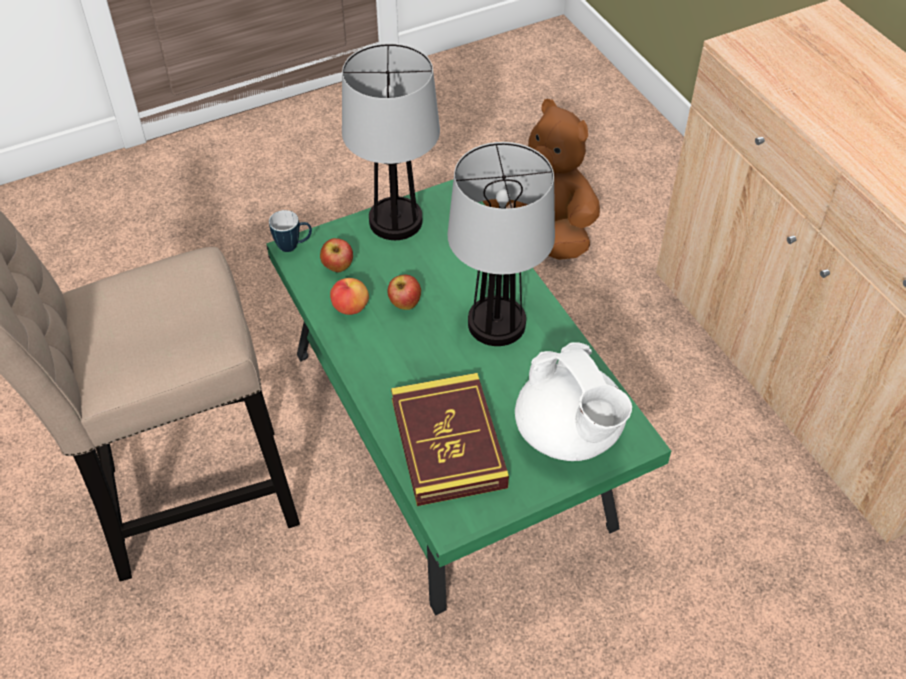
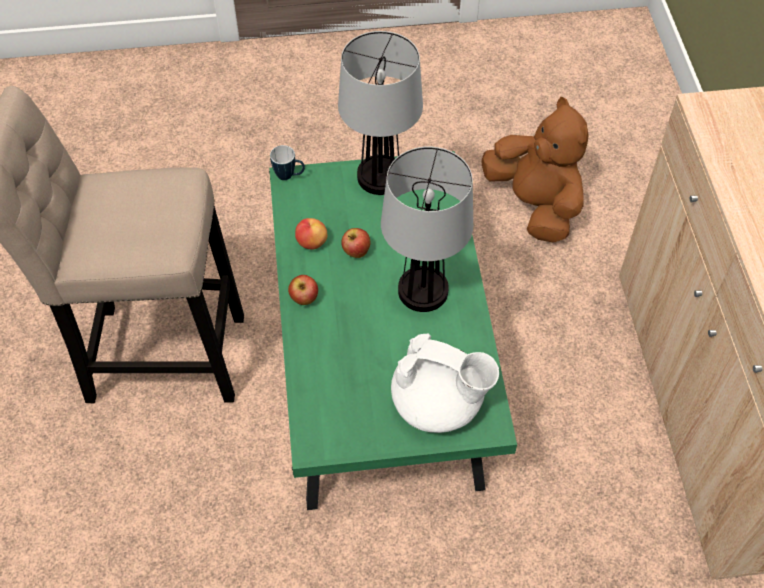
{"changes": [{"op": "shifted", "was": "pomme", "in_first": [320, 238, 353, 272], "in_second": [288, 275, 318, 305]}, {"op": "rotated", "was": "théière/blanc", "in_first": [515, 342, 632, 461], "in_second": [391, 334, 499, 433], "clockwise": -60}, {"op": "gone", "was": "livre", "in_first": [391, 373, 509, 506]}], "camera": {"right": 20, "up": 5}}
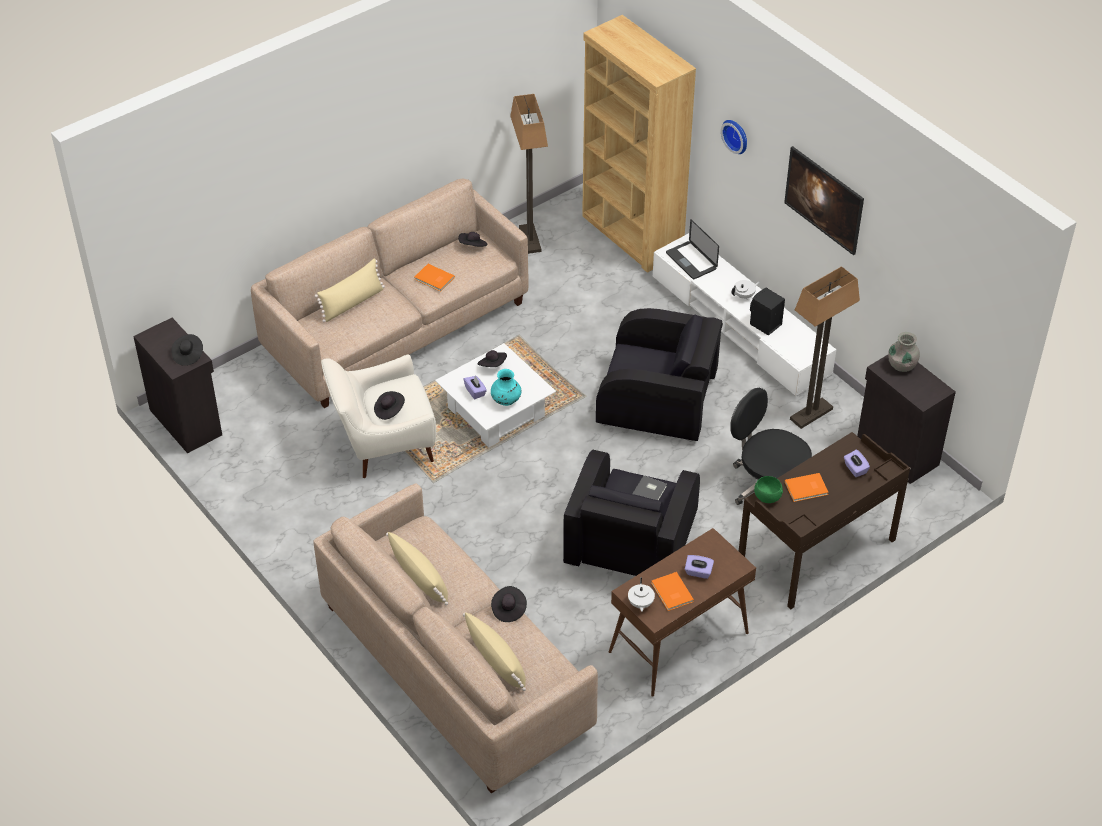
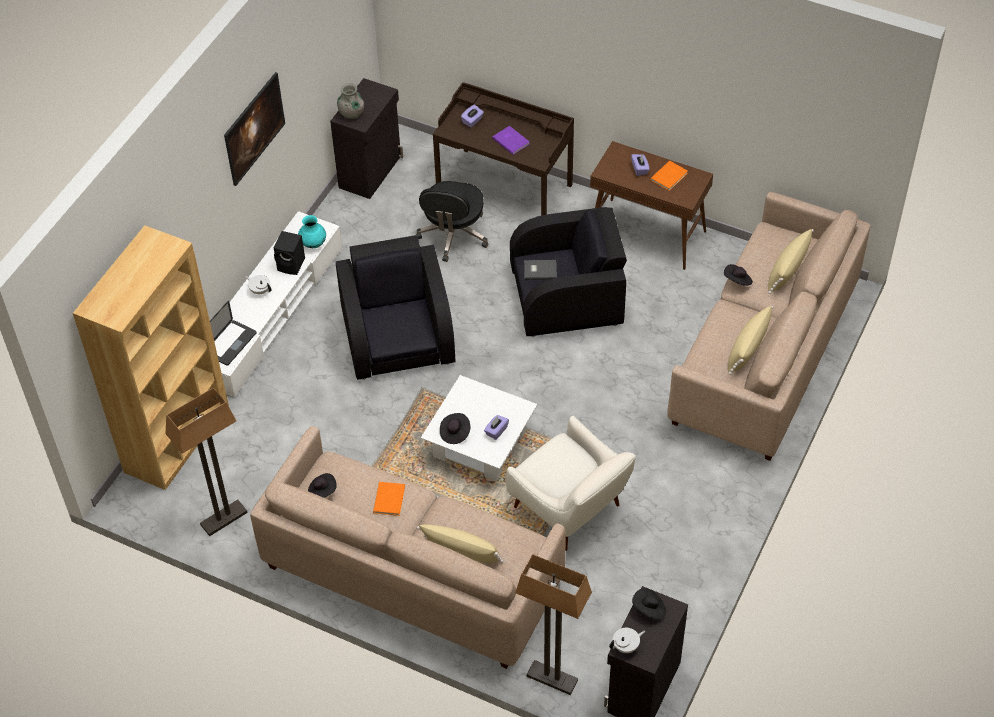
{"changes": [{"op": "gone", "was": "horloge murale", "in_first": [721, 120, 747, 154]}, {"op": "shifted", "was": "lampadaire", "in_first": [790, 266, 860, 429], "in_second": [515, 554, 592, 695]}, {"op": "shifted", "was": "vase/turquoise", "in_first": [491, 369, 521, 406], "in_second": [298, 215, 326, 248]}, {"op": "gone", "was": "chapeau/noir", "in_first": [374, 391, 405, 420]}, {"op": "repainted", "was": "livre/orange", "now": "livre/violet", "in_first": [785, 473, 829, 502], "in_second": [492, 126, 530, 155]}, {"op": "gone", "was": "bol/vert", "in_first": [754, 476, 783, 503]}, {"op": "shifted", "was": "théière/blanc", "in_first": [628, 577, 655, 612], "in_second": [609, 628, 645, 653]}], "camera": {"right": -115, "up": 5}}
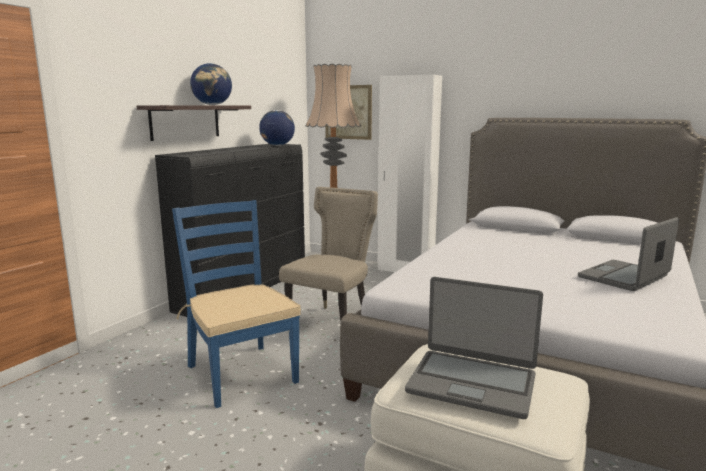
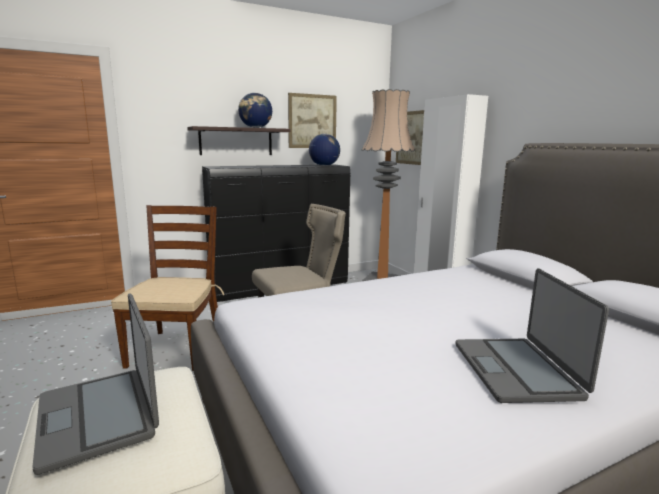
{"changes": [{"op": "repainted", "was": "chaise/bleu", "now": "chaise/marron", "in_first": [172, 200, 301, 408], "in_second": [111, 205, 224, 371]}, {"op": "rotated", "was": "ordinateur portable", "in_first": [578, 217, 679, 291], "in_second": [455, 268, 609, 403], "clockwise": -90}, {"op": "new", "now": "tableau", "in_second": [288, 93, 337, 148]}], "camera": {"right": 35, "up": 0}}
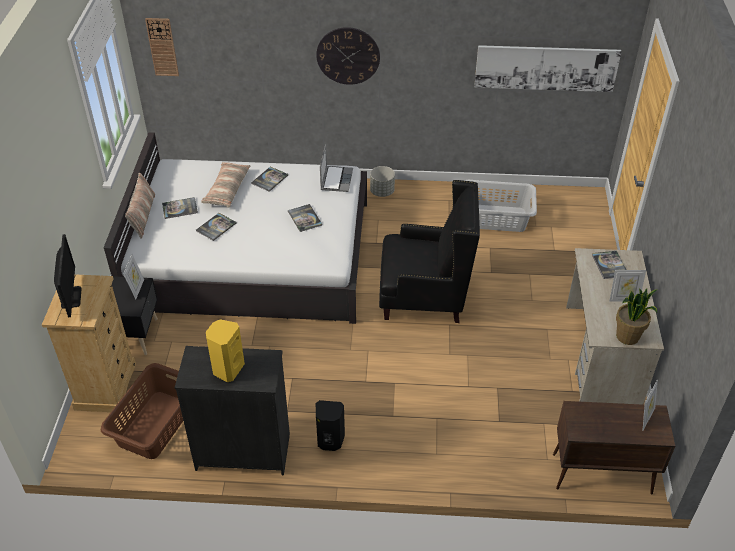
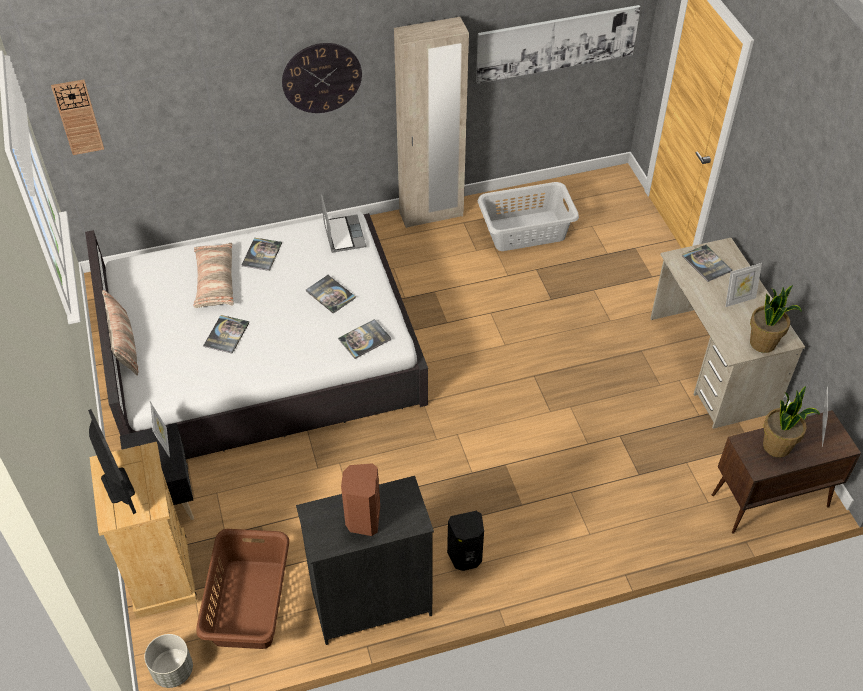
{"changes": [{"op": "shifted", "was": "cache-pot/gris", "in_first": [370, 166, 395, 197], "in_second": [144, 634, 193, 688]}, {"op": "gone", "was": "fauteuil/noir", "in_first": [379, 180, 480, 323]}, {"op": "shifted", "was": "livre", "in_first": [162, 197, 198, 219], "in_second": [338, 319, 391, 359]}, {"op": "repainted", "was": "enceinte/jaune", "now": "enceinte/marron", "in_first": [206, 319, 245, 382], "in_second": [341, 463, 380, 536]}, {"op": "new", "now": "armoire/beige", "in_second": [394, 17, 469, 228]}, {"op": "new", "now": "plante en pot", "in_second": [763, 386, 820, 457]}], "camera": {"right": -20, "up": 5}}
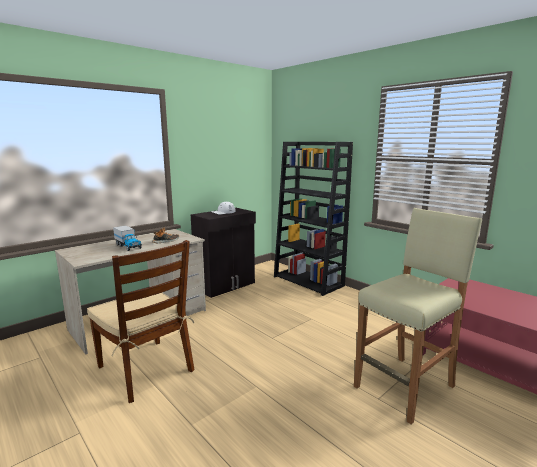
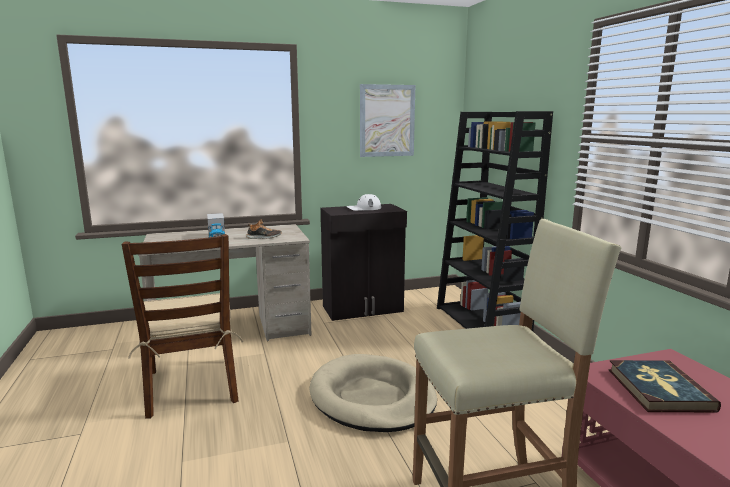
{"changes": [{"op": "new", "now": "tableau", "in_second": [360, 84, 415, 157]}, {"op": "new", "now": "panier pour chien/beige", "in_second": [309, 354, 437, 432]}, {"op": "new", "now": "livre", "in_second": [609, 360, 721, 412]}], "camera": {"right": 25, "up": 0}}
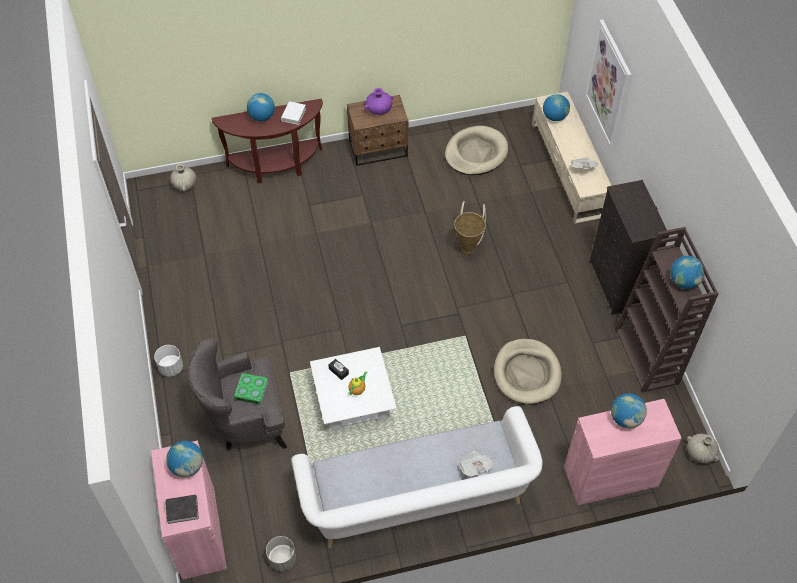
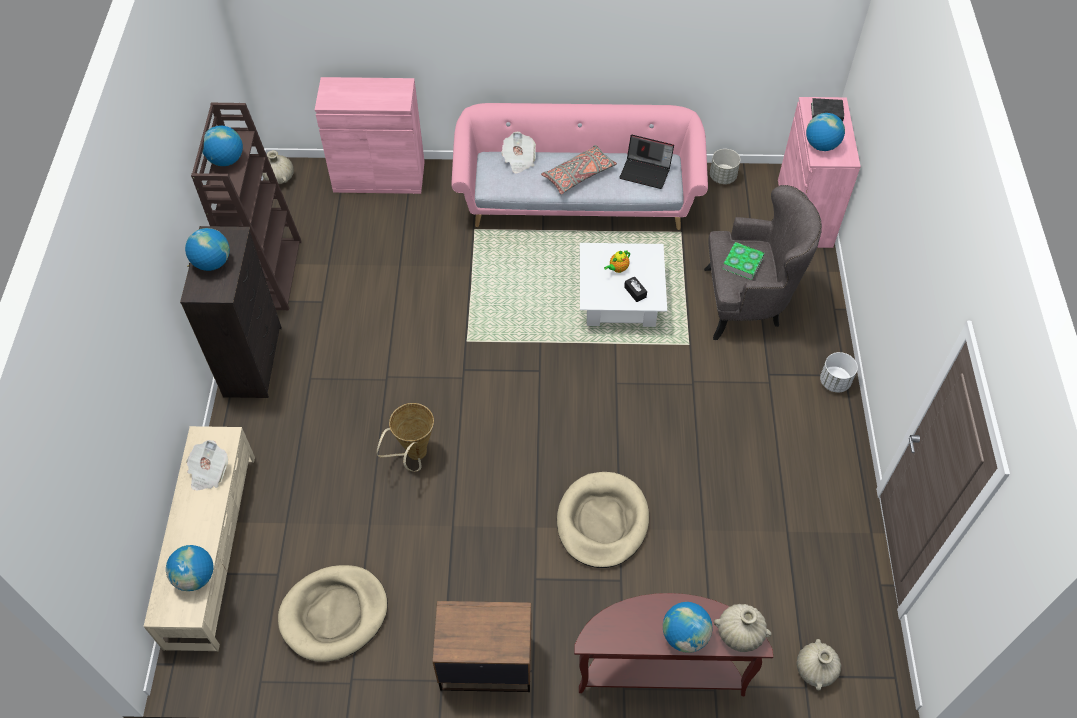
{"changes": [{"op": "gone", "was": "tableau", "in_first": [585, 20, 631, 148]}, {"op": "gone", "was": "vase/violet", "in_first": [364, 88, 393, 115]}, {"op": "gone", "was": "livre/blanc", "in_first": [281, 101, 306, 125]}, {"op": "shifted", "was": "panier pour chien/beige", "in_first": [494, 339, 562, 404], "in_second": [557, 472, 649, 568]}, {"op": "shifted", "was": "globe", "in_first": [611, 393, 647, 428], "in_second": [185, 228, 230, 271]}, {"op": "repainted", "was": "canapé/blanc", "now": "canapé/rose", "in_first": [291, 406, 543, 548], "in_second": [452, 103, 708, 230]}, {"op": "new", "now": "ordinateur portable", "in_second": [619, 135, 674, 189]}, {"op": "new", "now": "coussin/gris", "in_second": [541, 145, 617, 195]}, {"op": "new", "now": "vase/beige", "in_second": [714, 604, 771, 652]}], "camera": {"right": -165, "up": 0}}
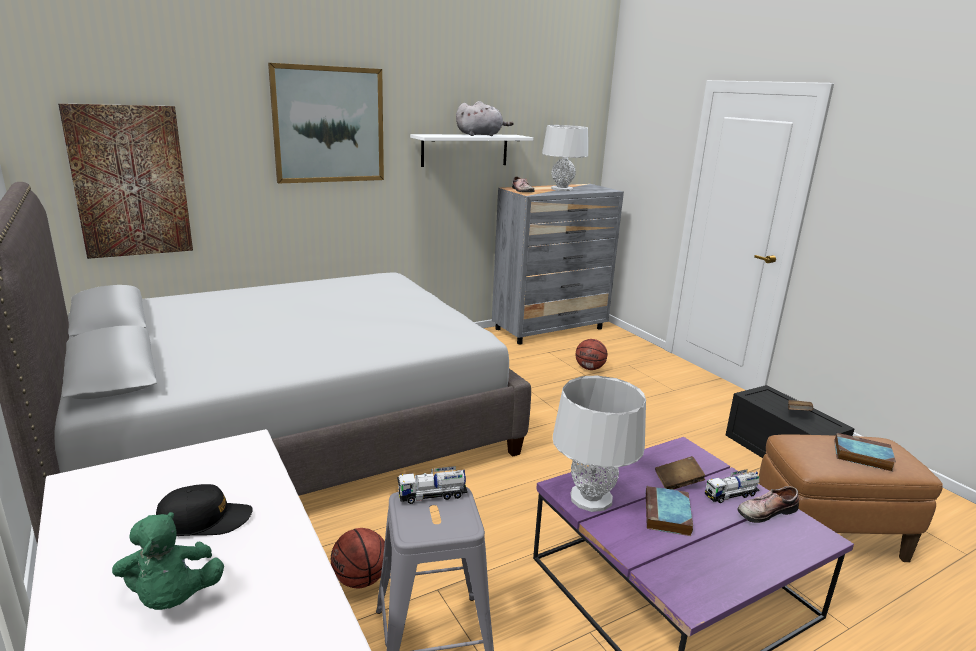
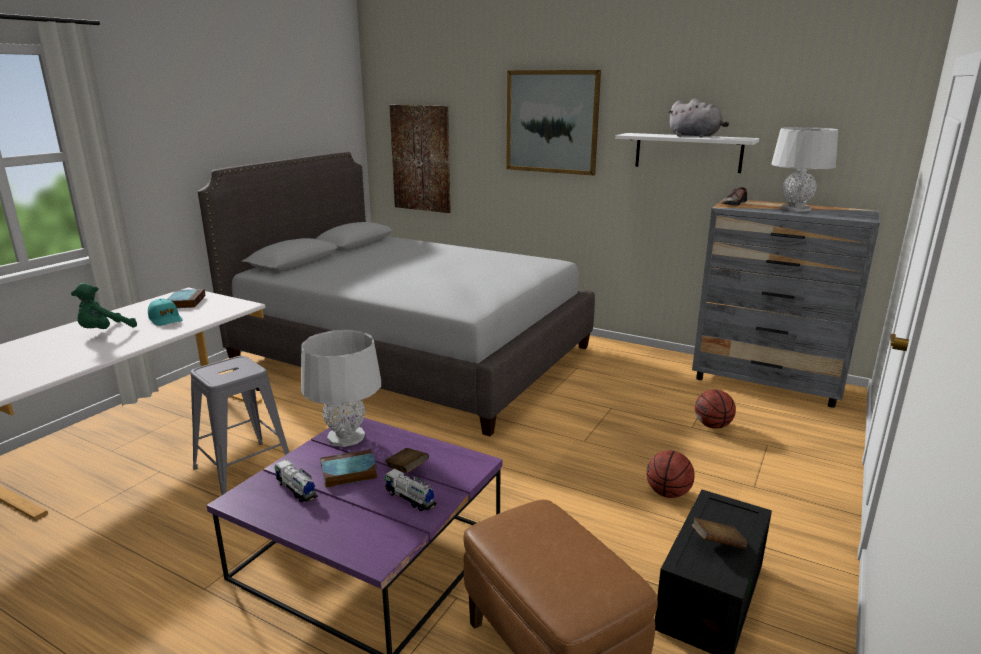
{"changes": [{"op": "shifted", "was": "livre", "in_first": [834, 433, 896, 472], "in_second": [168, 289, 205, 308]}, {"op": "shifted", "was": "camion jouet", "in_first": [397, 466, 468, 504], "in_second": [274, 460, 318, 502]}, {"op": "repainted", "was": "casquette/noir", "now": "casquette/turquoise", "in_first": [156, 484, 253, 536], "in_second": [148, 299, 182, 326]}, {"op": "gone", "was": "chaussure", "in_first": [737, 486, 799, 523]}, {"op": "shifted", "was": "ballon de basket", "in_first": [331, 528, 385, 588], "in_second": [646, 450, 695, 498]}], "camera": {"right": 60, "up": 0}}
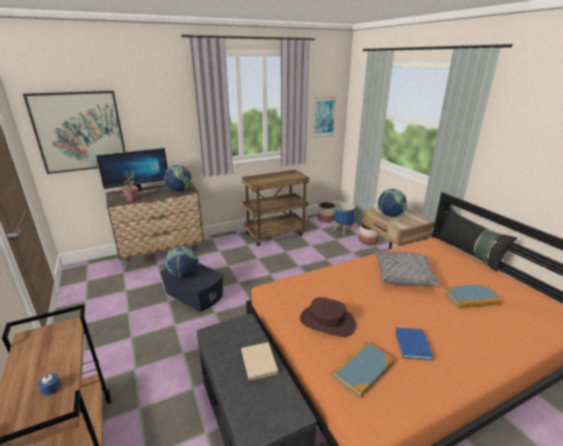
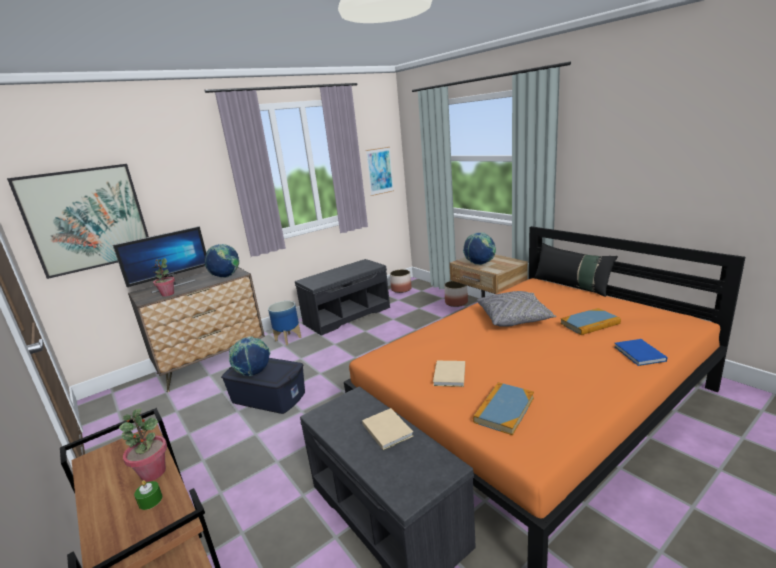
{"changes": [{"op": "swapped", "was": "chariot/marron", "now": "banc/gris", "in_first": [242, 170, 309, 246], "in_second": [295, 259, 390, 336]}, {"op": "shifted", "was": "cache-pot", "in_first": [333, 203, 355, 236], "in_second": [268, 301, 301, 345]}, {"op": "swapped", "was": "chapeau/marron", "now": "livre/beige", "in_first": [300, 297, 356, 337], "in_second": [433, 361, 465, 387]}, {"op": "shifted", "was": "livre/bleu", "in_first": [395, 328, 433, 360], "in_second": [614, 339, 667, 366]}, {"op": "repainted", "was": "bougie/bleu", "now": "bougie/vert", "in_first": [38, 373, 61, 396], "in_second": [134, 480, 162, 510]}, {"op": "new", "now": "plante en pot", "in_second": [119, 409, 167, 482]}], "camera": {"right": -10, "up": -5}}
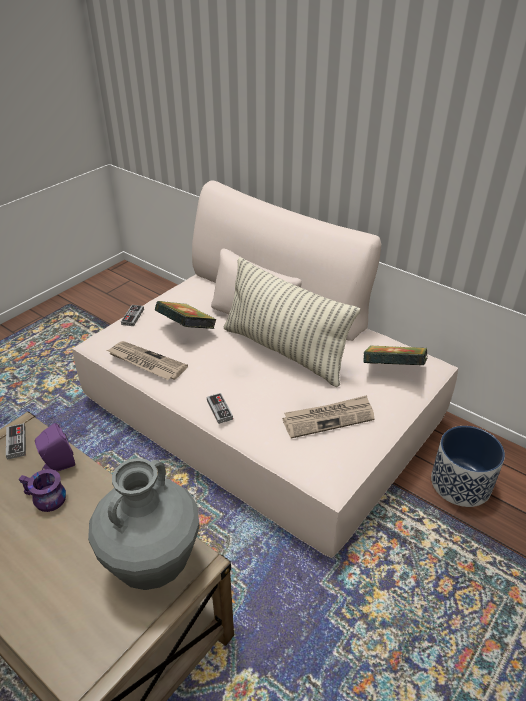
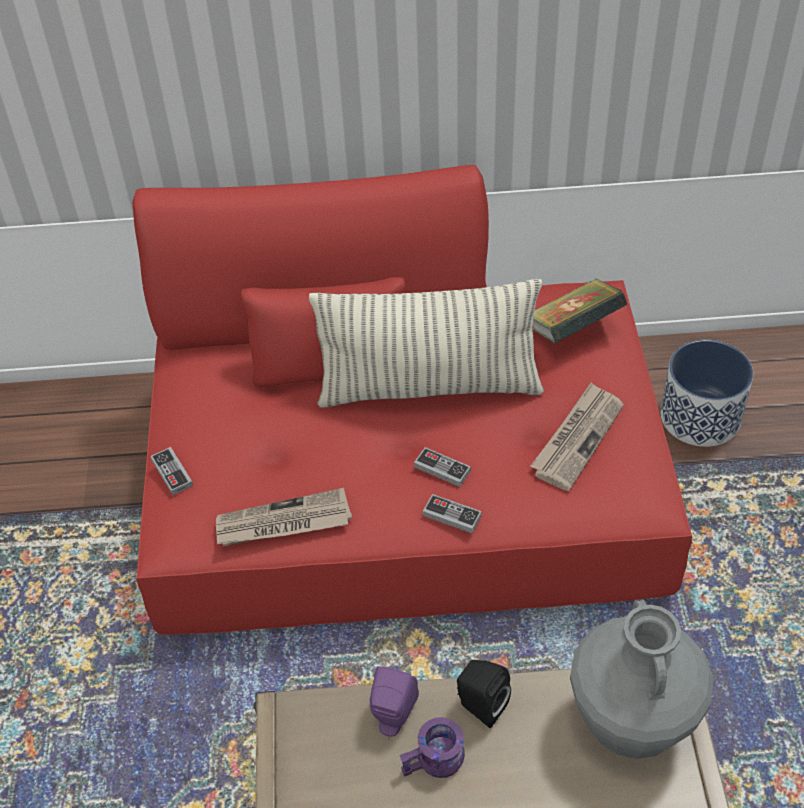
{"changes": [{"op": "repainted", "was": "canapé/beige", "now": "canapé/rouge", "in_first": [72, 180, 458, 558], "in_second": [132, 165, 692, 635]}, {"op": "gone", "was": "livre", "in_first": [155, 301, 217, 329]}, {"op": "shifted", "was": "manette", "in_first": [6, 423, 26, 460], "in_second": [414, 447, 471, 487]}, {"op": "new", "now": "enceinte/noir", "in_second": [457, 660, 511, 728]}], "camera": {"right": -40, "up": 10}}
